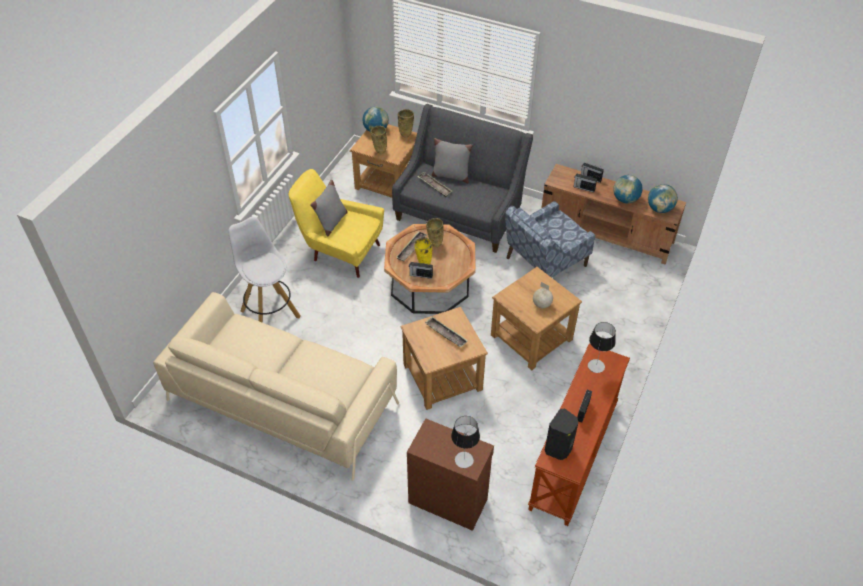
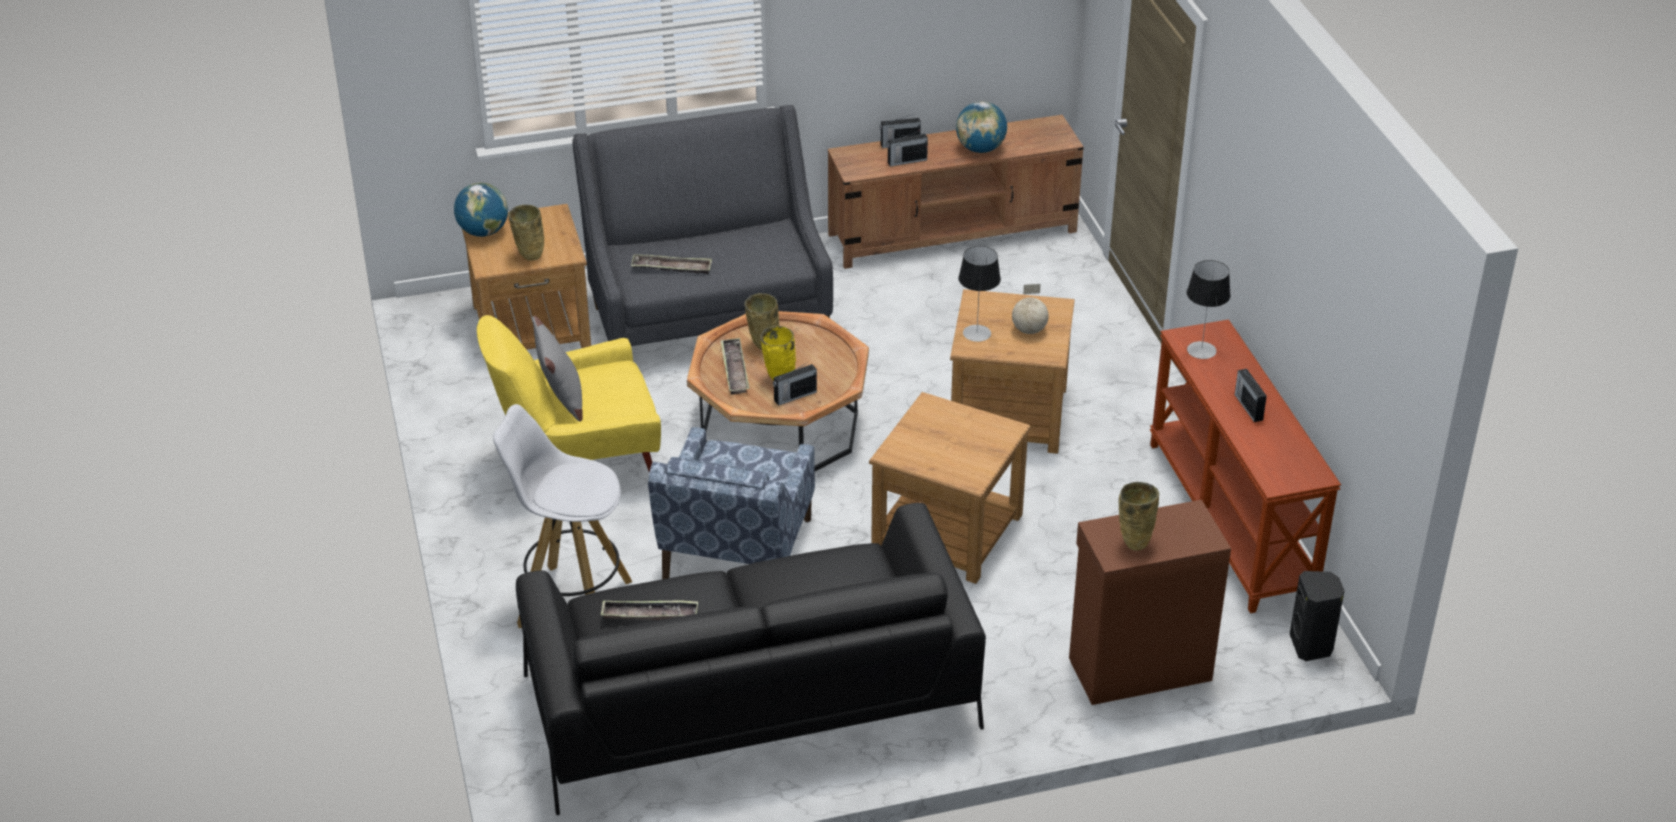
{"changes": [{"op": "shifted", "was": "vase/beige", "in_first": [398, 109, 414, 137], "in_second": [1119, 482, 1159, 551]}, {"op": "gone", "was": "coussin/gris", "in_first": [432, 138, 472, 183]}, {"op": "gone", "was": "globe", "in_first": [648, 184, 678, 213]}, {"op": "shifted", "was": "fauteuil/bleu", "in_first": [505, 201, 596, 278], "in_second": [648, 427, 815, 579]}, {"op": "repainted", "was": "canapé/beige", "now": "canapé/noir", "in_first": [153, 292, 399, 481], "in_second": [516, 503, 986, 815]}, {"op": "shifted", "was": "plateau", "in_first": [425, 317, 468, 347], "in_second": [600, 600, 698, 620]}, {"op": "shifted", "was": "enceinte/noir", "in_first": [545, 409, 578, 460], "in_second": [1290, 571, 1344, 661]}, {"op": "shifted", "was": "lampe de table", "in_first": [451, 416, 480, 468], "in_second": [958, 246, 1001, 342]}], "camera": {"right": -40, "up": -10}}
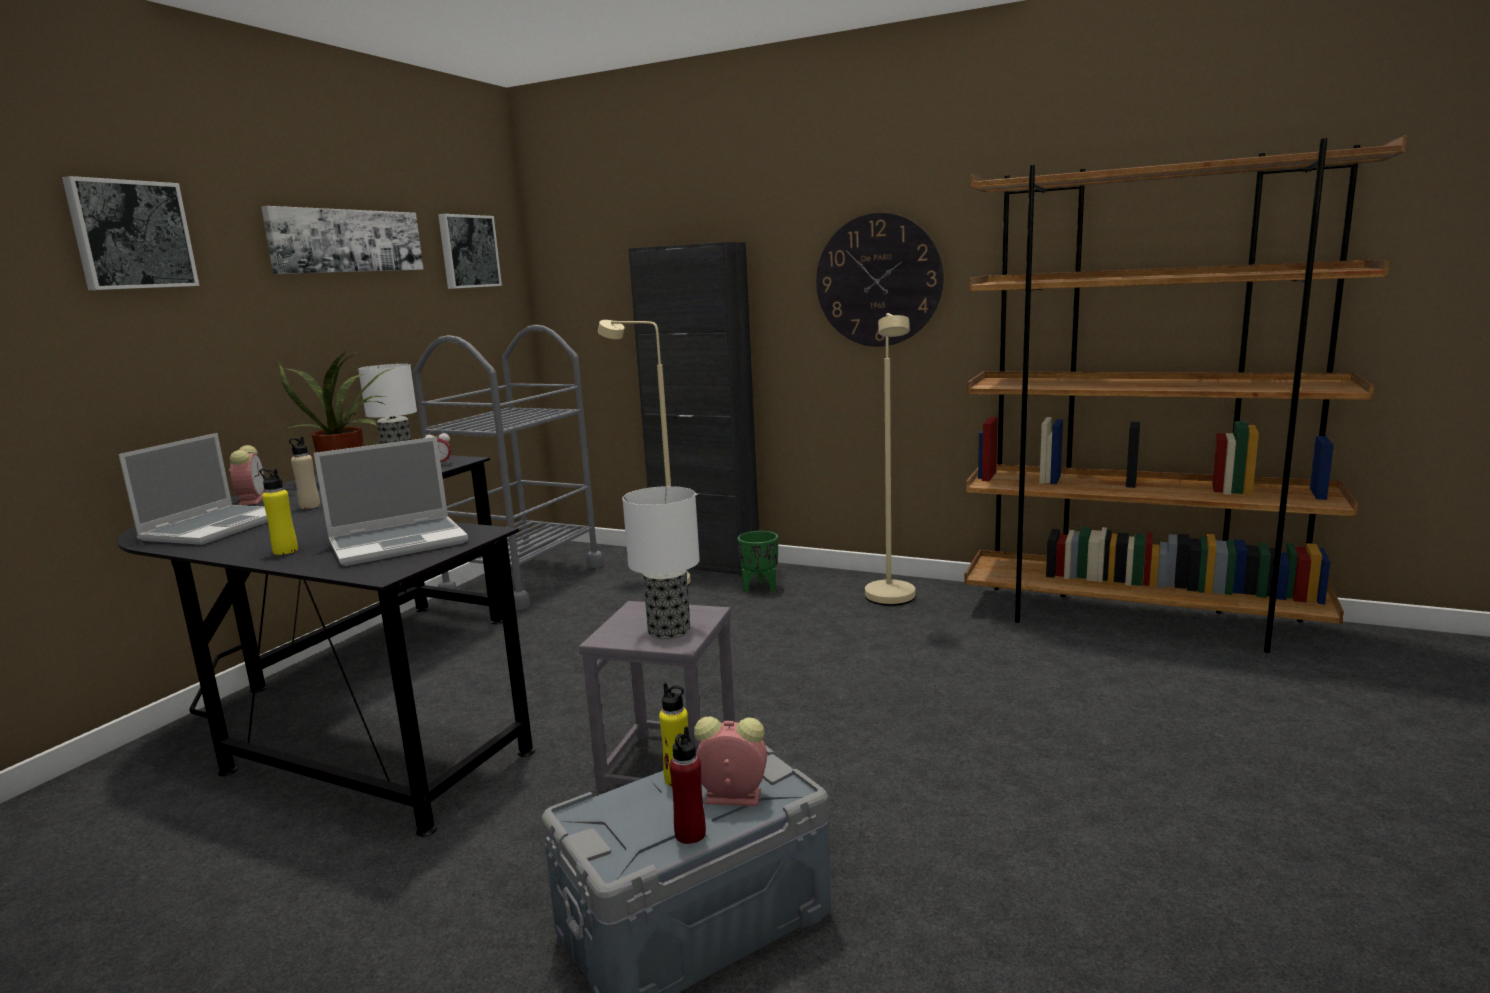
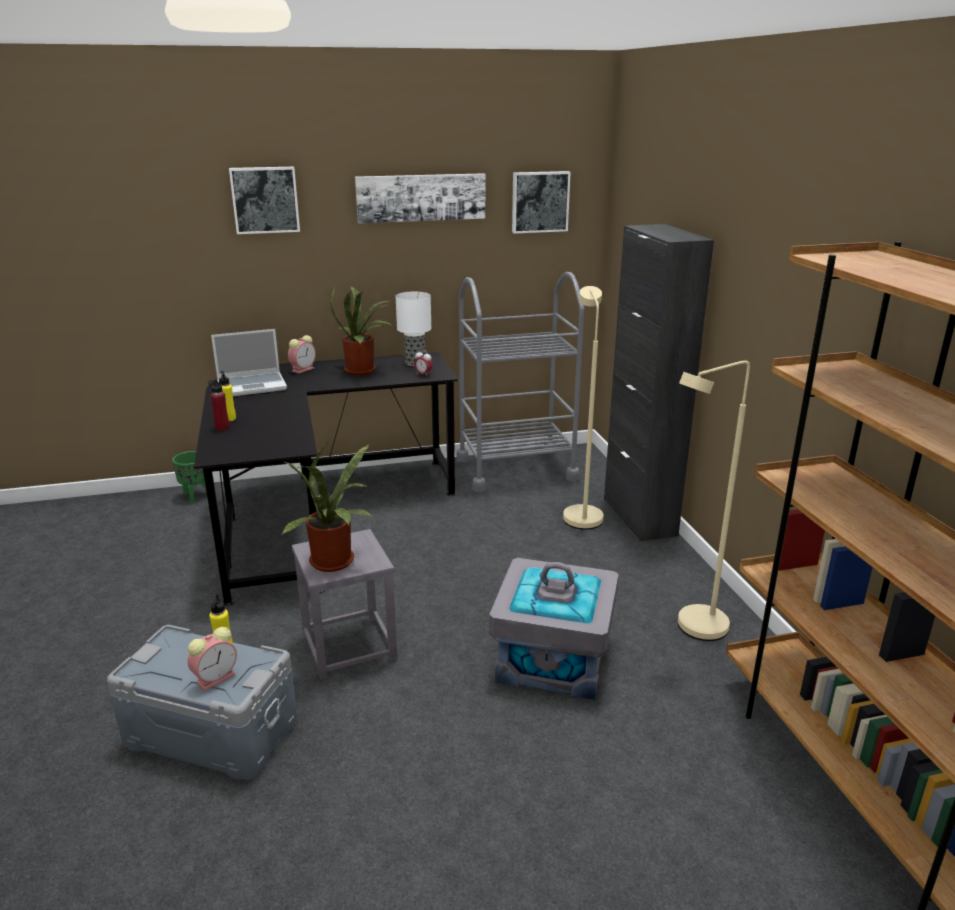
{"changes": [{"op": "gone", "was": "horloge murale", "in_first": [816, 212, 944, 347]}, {"op": "gone", "was": "bouteille/beige", "in_first": [289, 437, 320, 509]}, {"op": "gone", "was": "ordinateur portable", "in_first": [314, 437, 468, 566]}, {"op": "swapped", "was": "lampe de table", "now": "plante en pot", "in_first": [622, 486, 700, 639], "in_second": [282, 441, 372, 572]}, {"op": "shifted", "was": "cache-pot/vert", "in_first": [737, 531, 778, 592], "in_second": [172, 451, 207, 503]}, {"op": "rotated", "was": "réveil", "in_first": [694, 717, 767, 806], "in_second": [187, 627, 237, 691], "clockwise": 75}, {"op": "shifted", "was": "bouteille/rouge", "in_first": [669, 726, 706, 844], "in_second": [208, 380, 230, 431]}, {"op": "new", "now": "boîte de rangement/gris", "in_second": [489, 558, 619, 700]}], "camera": {"right": 50, "up": 10}}
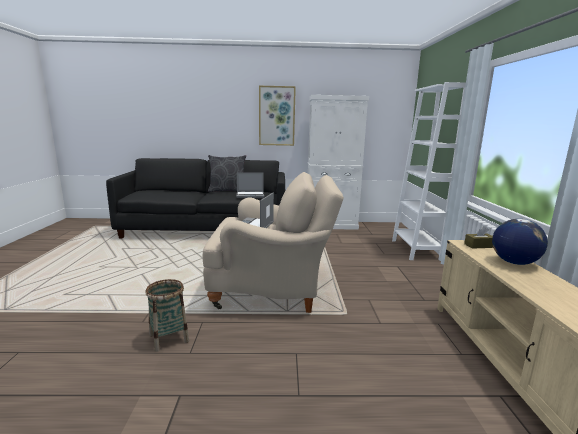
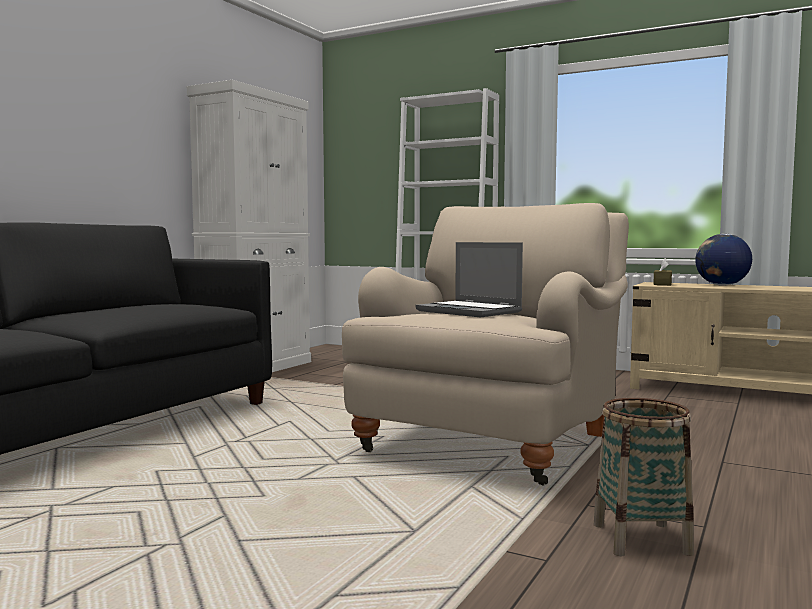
{"changes": [{"op": "gone", "was": "tableau", "in_first": [259, 86, 296, 146]}, {"op": "gone", "was": "coussin/gris", "in_first": [208, 155, 246, 192]}, {"op": "gone", "was": "ordinateur portable", "in_first": [236, 172, 264, 198]}], "camera": {"right": -60, "up": -10}}
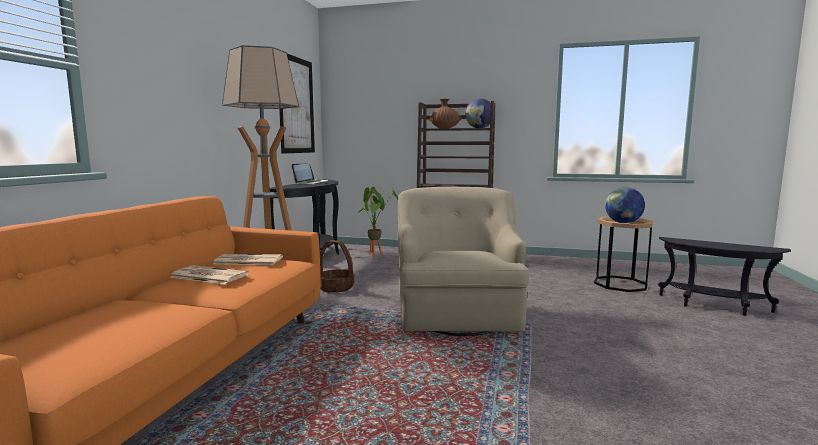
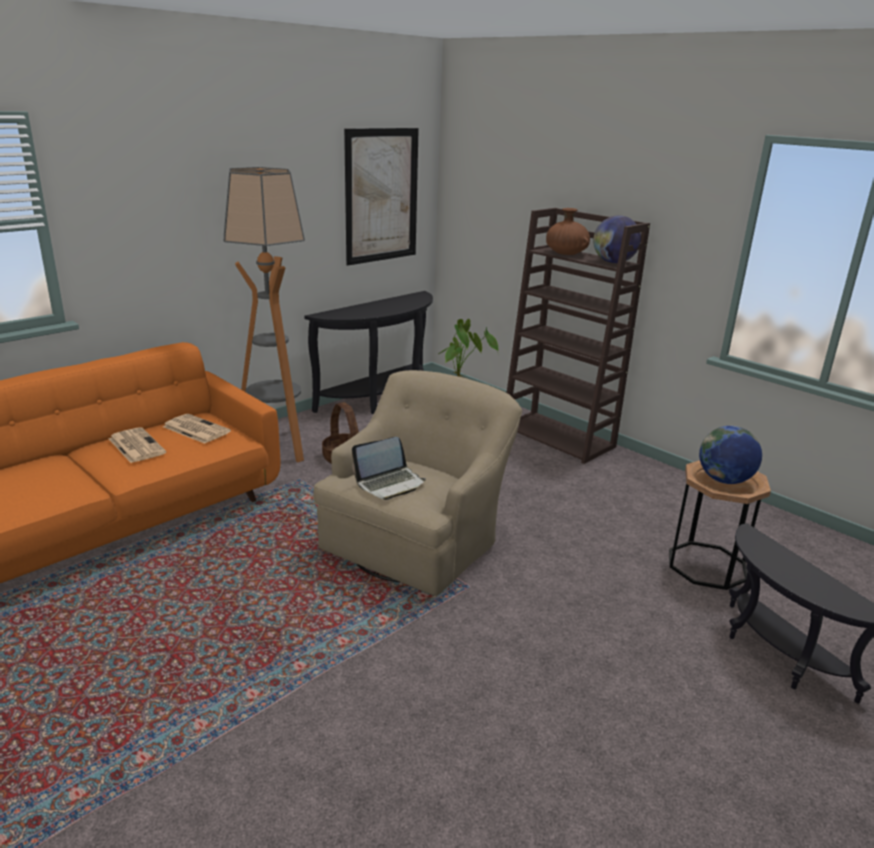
{"changes": [{"op": "shifted", "was": "ordinateur portable", "in_first": [292, 163, 328, 185], "in_second": [352, 437, 426, 500]}], "camera": {"right": 30, "up": 15}}
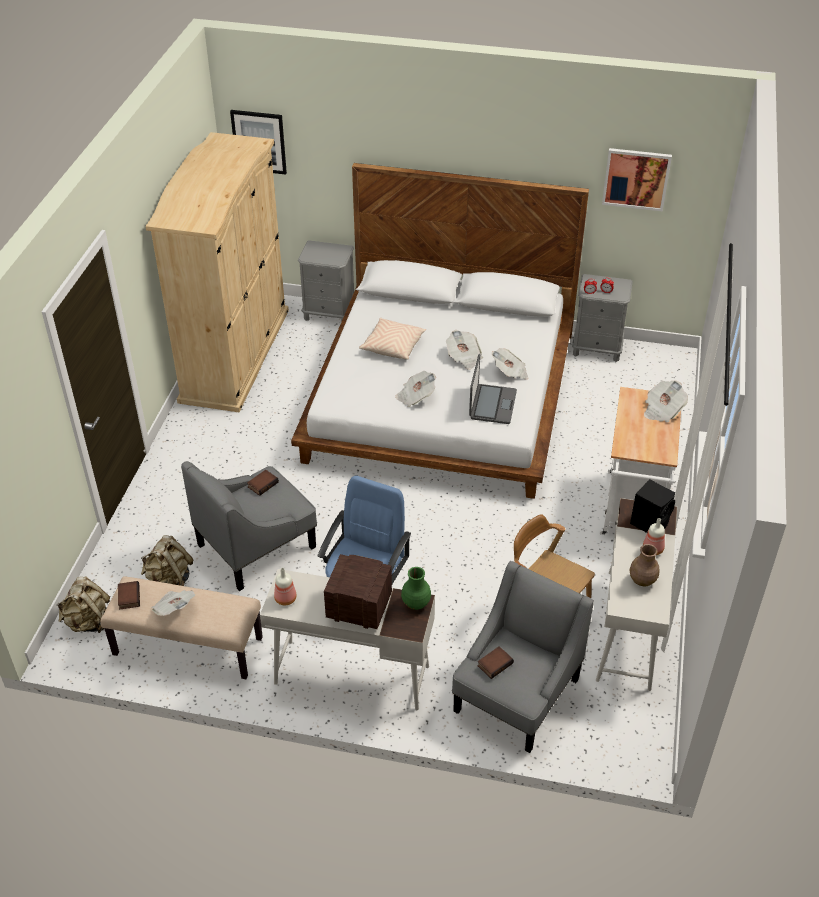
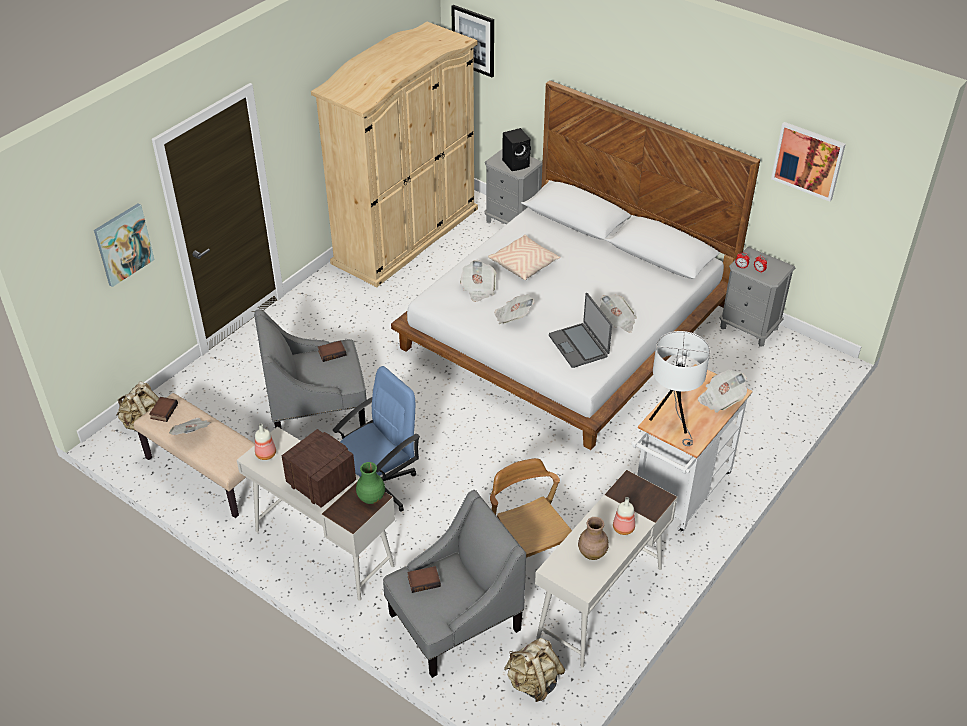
{"changes": [{"op": "shifted", "was": "journal", "in_first": [446, 330, 483, 370], "in_second": [460, 260, 496, 302]}, {"op": "rotated", "was": "ordinateur portable", "in_first": [469, 354, 517, 424], "in_second": [549, 293, 612, 368], "clockwise": 120}, {"op": "shifted", "was": "enceinte/noir", "in_first": [630, 480, 675, 533], "in_second": [502, 128, 531, 171]}, {"op": "shifted", "was": "sac à dos/beige", "in_first": [141, 535, 194, 586], "in_second": [504, 638, 566, 702]}, {"op": "new", "now": "tableau", "in_second": [94, 204, 155, 287]}, {"op": "new", "now": "lampe de table/blanc", "in_second": [649, 331, 710, 446]}], "camera": {"right": 25, "up": 0}}
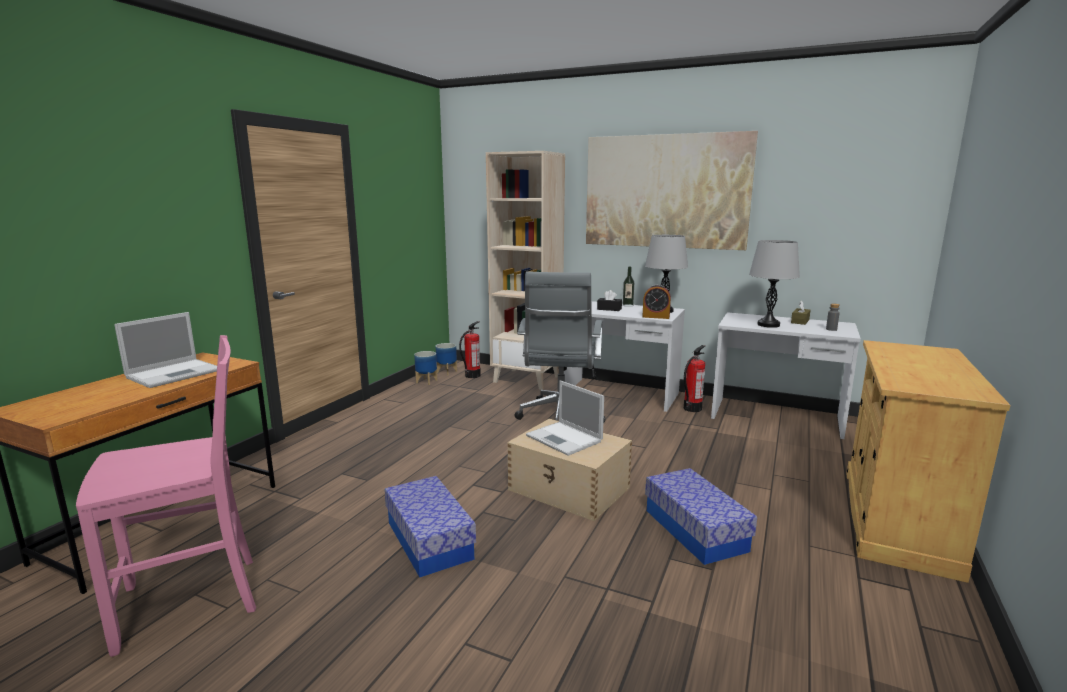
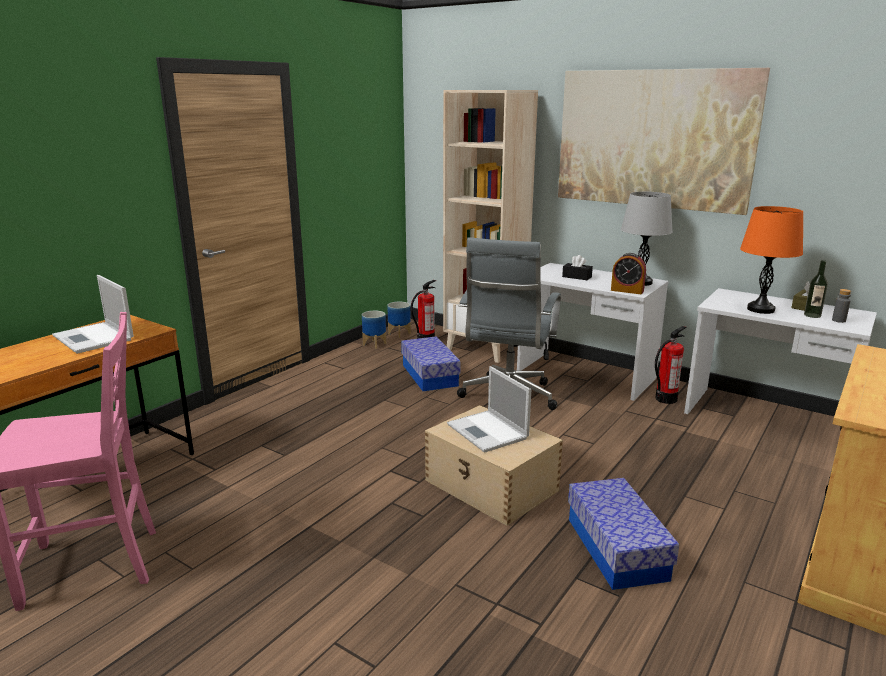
{"changes": [{"op": "repainted", "was": "lampe de table/gris", "now": "lampe de table/orange", "in_first": [749, 240, 800, 328], "in_second": [740, 206, 803, 314]}, {"op": "shifted", "was": "bouteille", "in_first": [623, 267, 634, 307], "in_second": [804, 260, 828, 318]}, {"op": "rotated", "was": "ordinateur portable", "in_first": [114, 312, 217, 388], "in_second": [52, 275, 134, 354], "clockwise": 90}, {"op": "shifted", "was": "boîte de rangement", "in_first": [385, 476, 476, 577], "in_second": [401, 336, 460, 391]}], "camera": {"right": 10, "up": 5}}
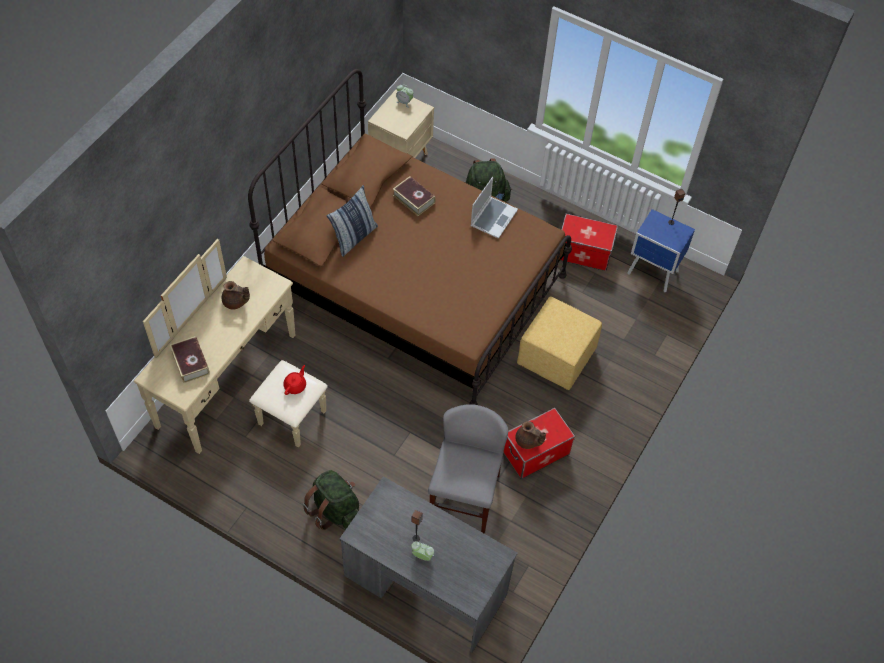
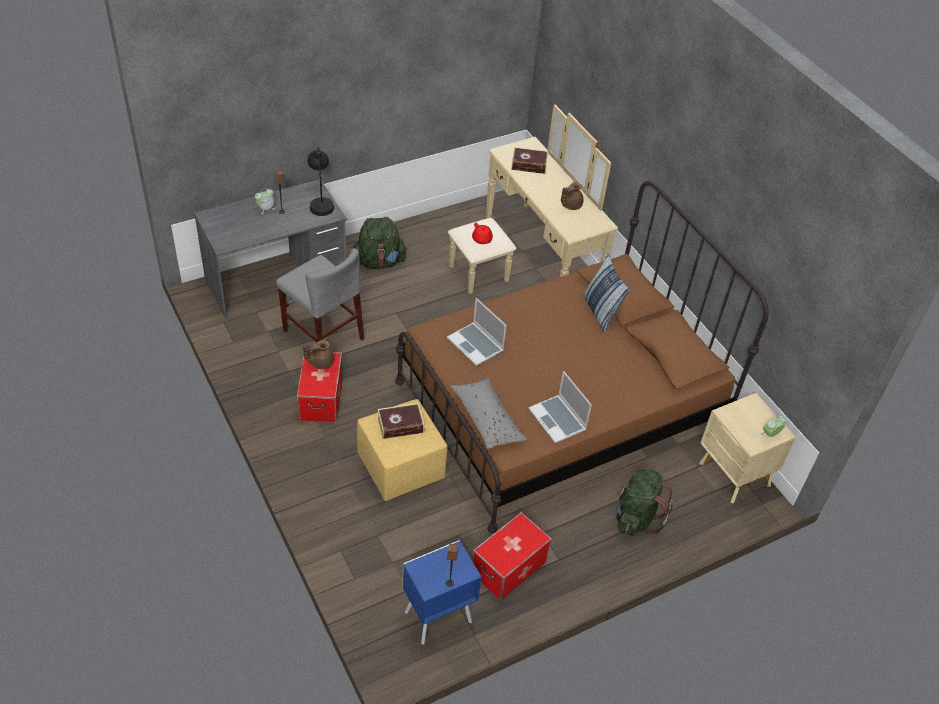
{"changes": [{"op": "shifted", "was": "livre", "in_first": [393, 176, 436, 216], "in_second": [378, 403, 425, 439]}, {"op": "new", "now": "lampe de table/noir", "in_second": [307, 147, 334, 216]}, {"op": "new", "now": "ordinateur portable", "in_second": [447, 298, 507, 366]}, {"op": "new", "now": "coussin/gris", "in_second": [451, 378, 527, 449]}], "camera": {"right": 120, "up": -10}}
